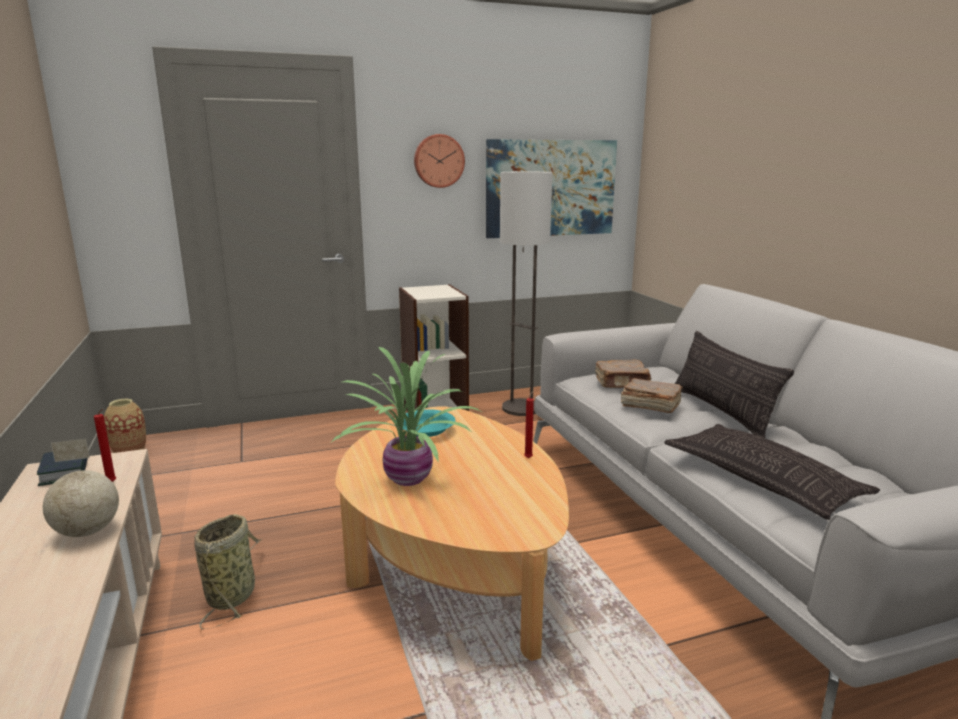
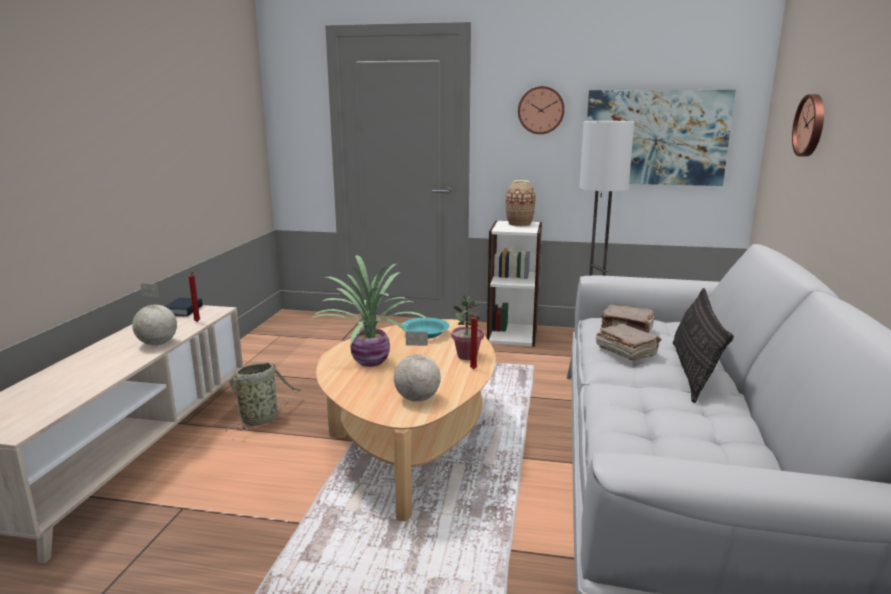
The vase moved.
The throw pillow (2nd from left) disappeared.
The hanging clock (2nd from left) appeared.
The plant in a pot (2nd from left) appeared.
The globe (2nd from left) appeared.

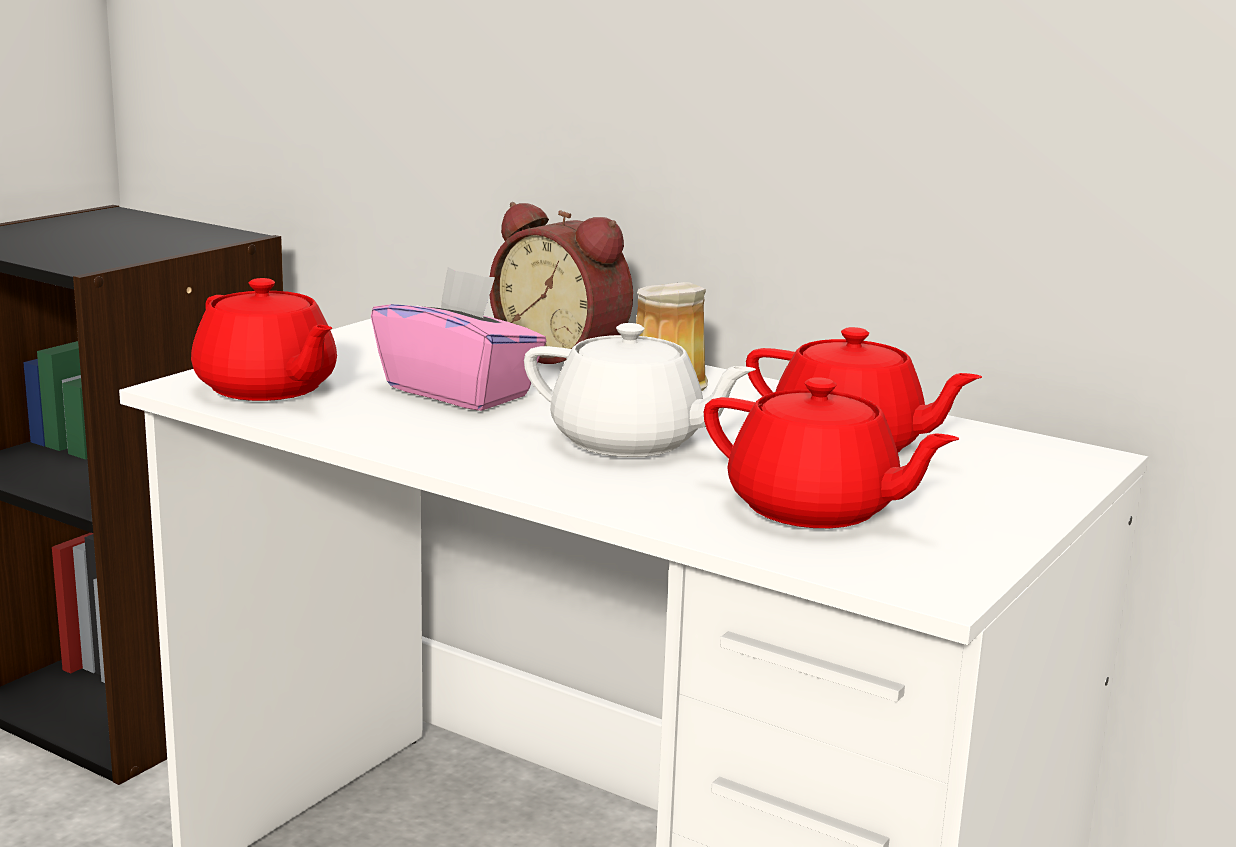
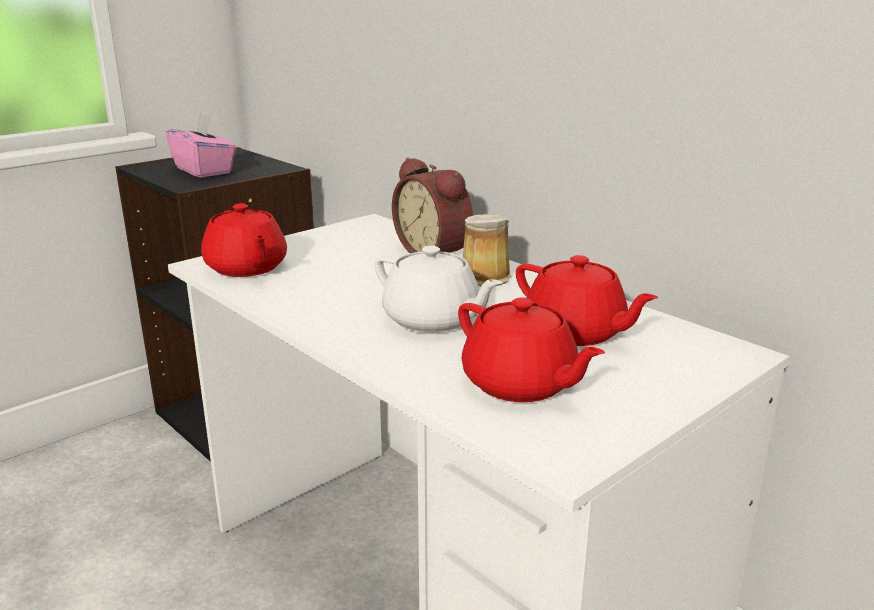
The tissue box in pinkish moved.

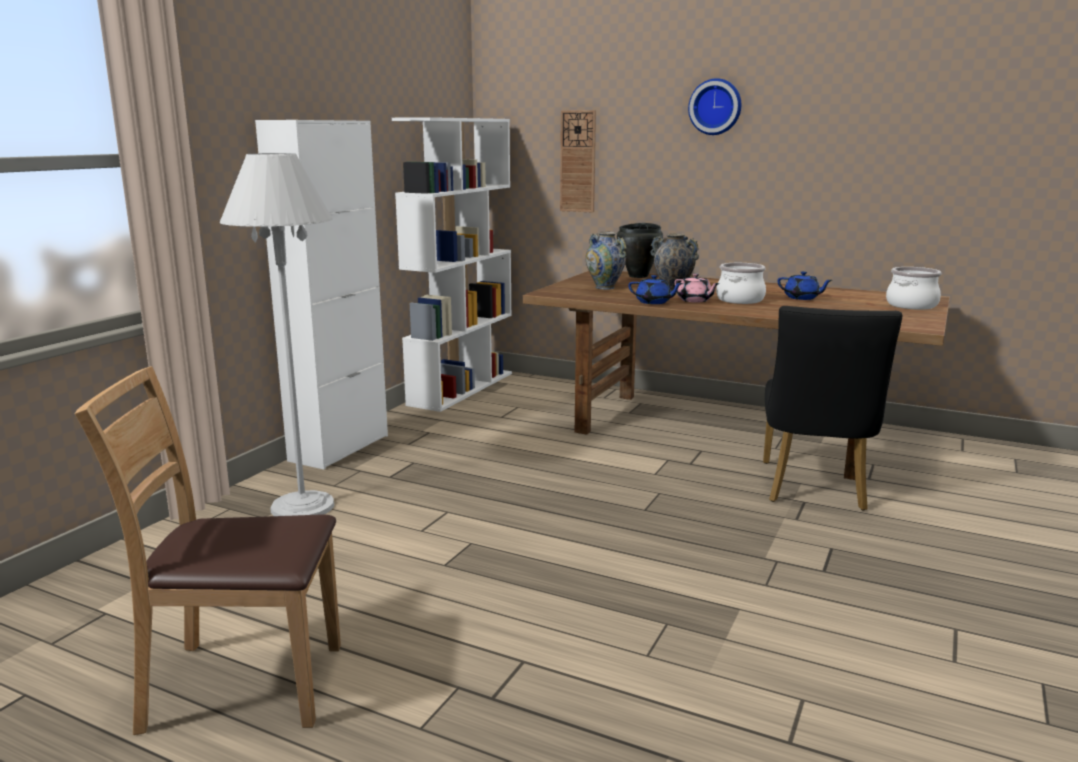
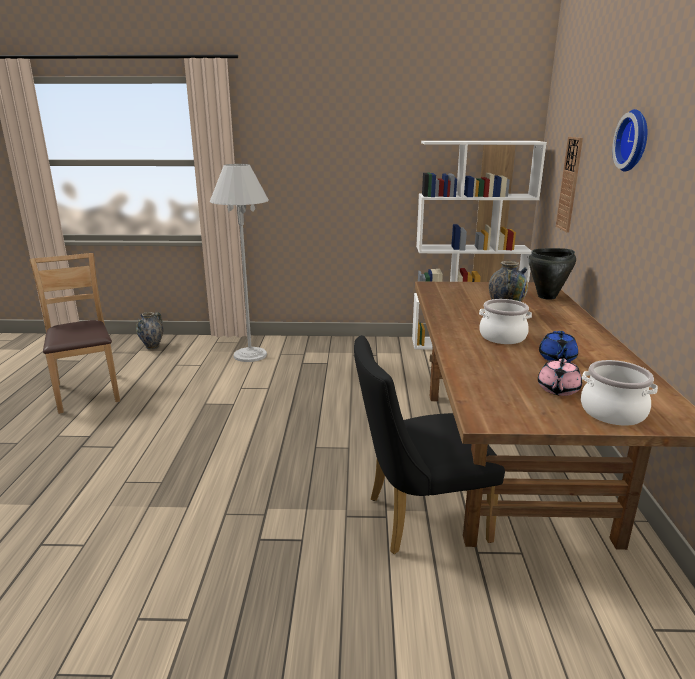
The storage cabinet in white disappeared.
The vase (1st from left) moved.
The tea pot in pinkish moved.
The tea pot in bluish (1st from left) disappeared.

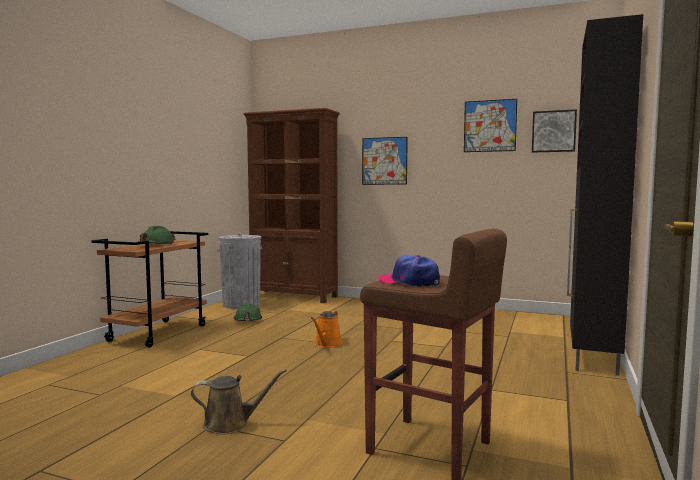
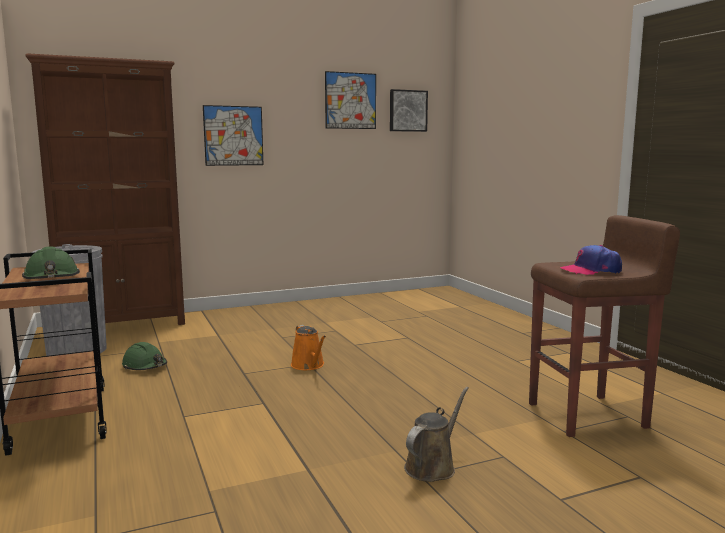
The storage cabinet in black disappeared.

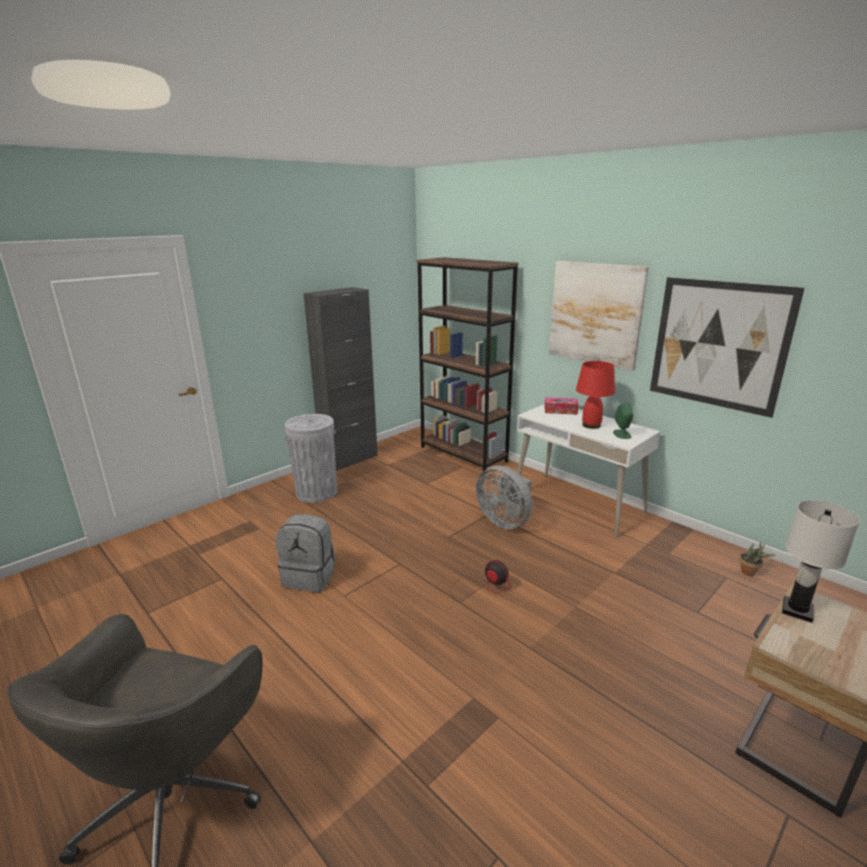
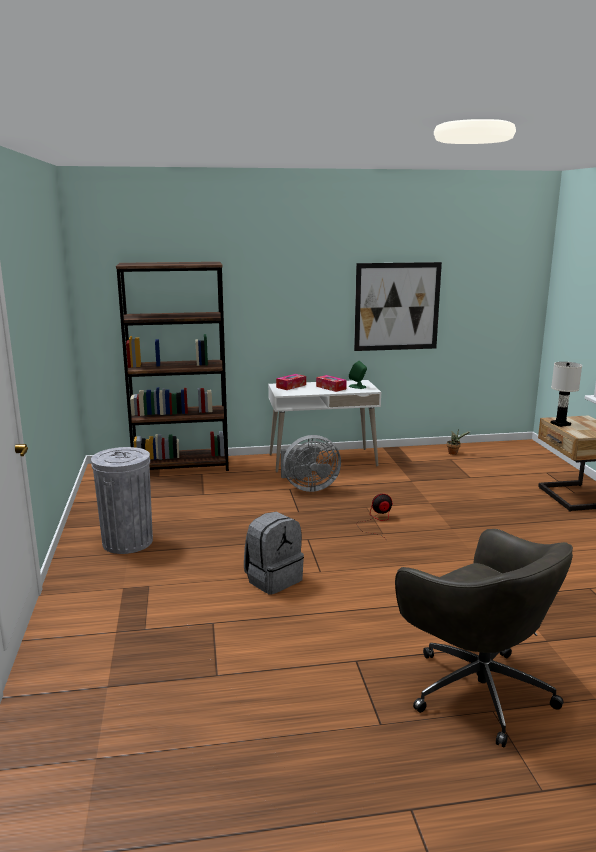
The wall art (1st from left) disappeared.
The storage cabinet in black disappeared.
The table lamp in red-coloured was replaced by the tissue box (2nd from left).

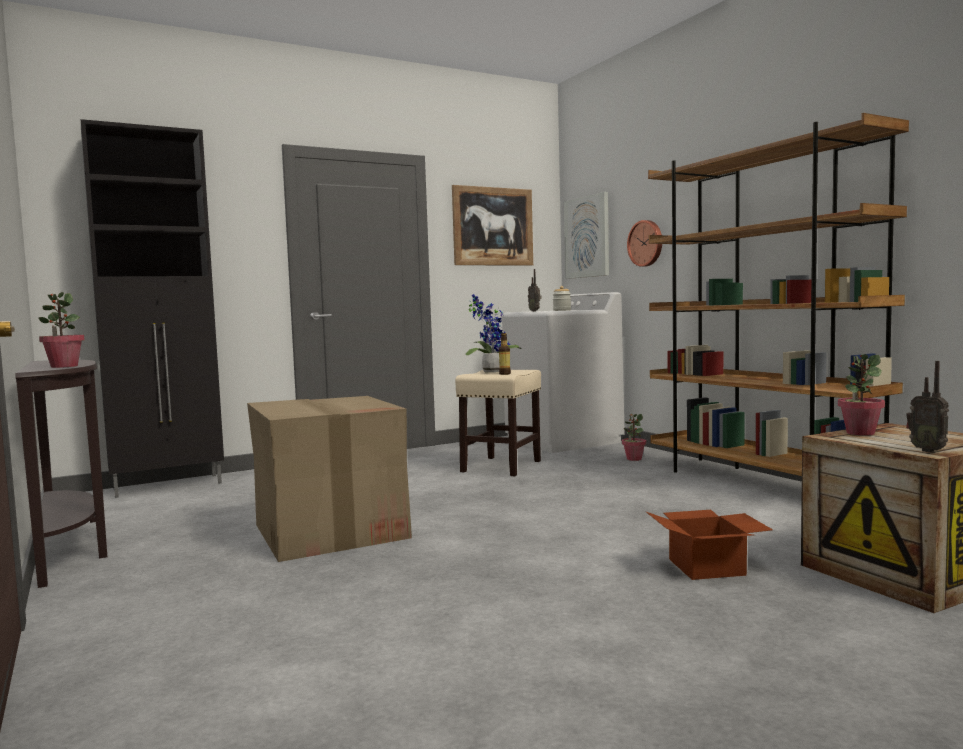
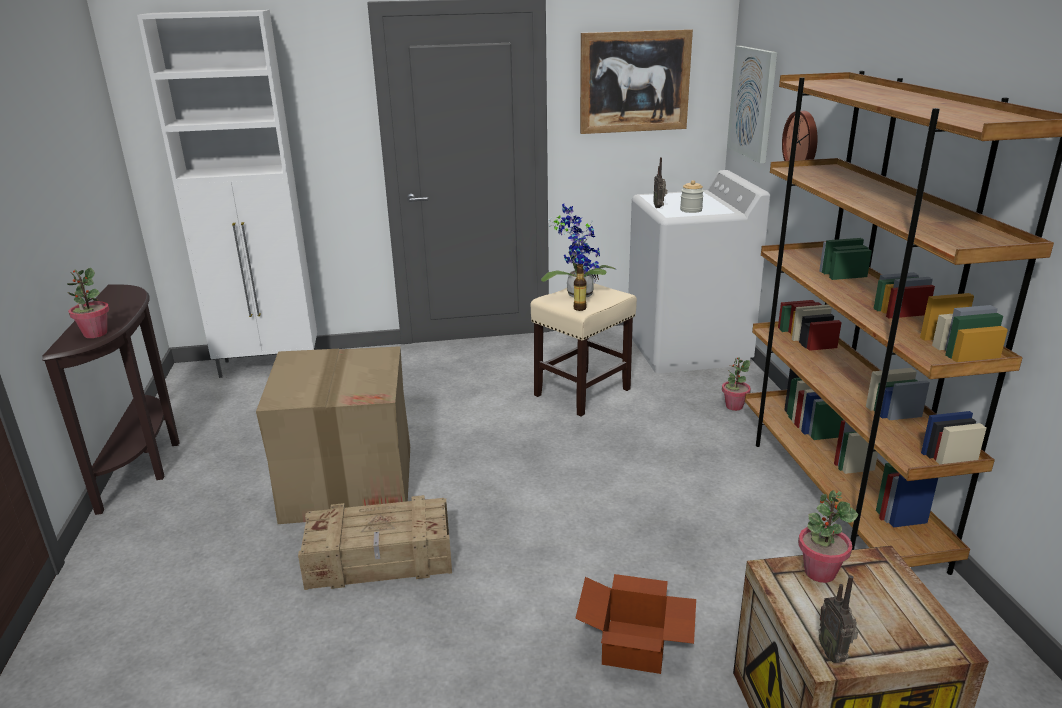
The storage cabinet in black became the storage cabinet in white.
The shipping crate (1st from left) appeared.

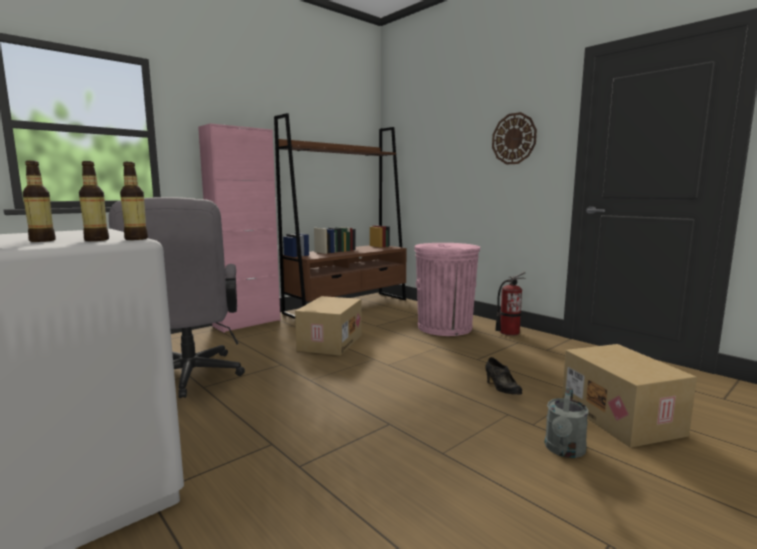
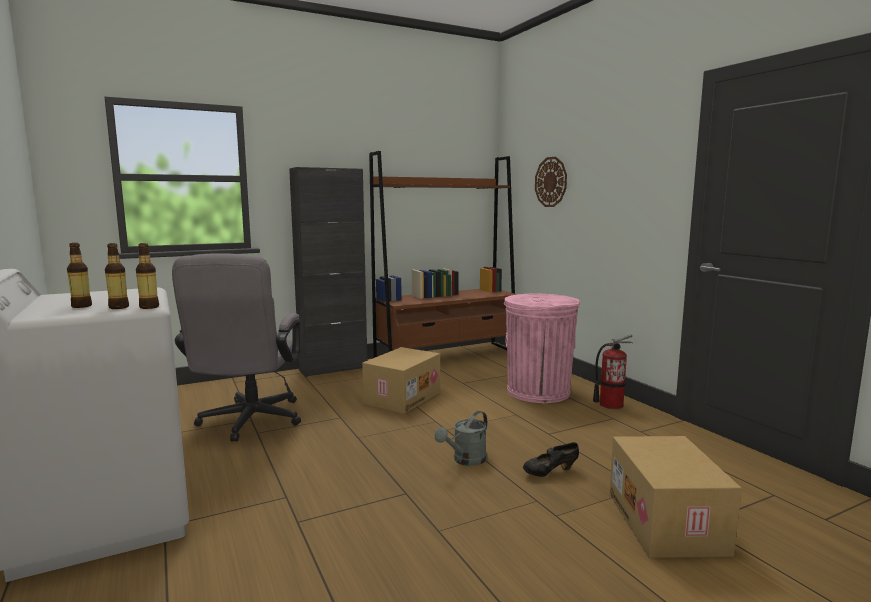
The hanging clock moved.
The storage cabinet in pinkish became the storage cabinet in black.
The item of footwear in black turned 75 degrees clockwise.
The sprinkling can in gray moved.

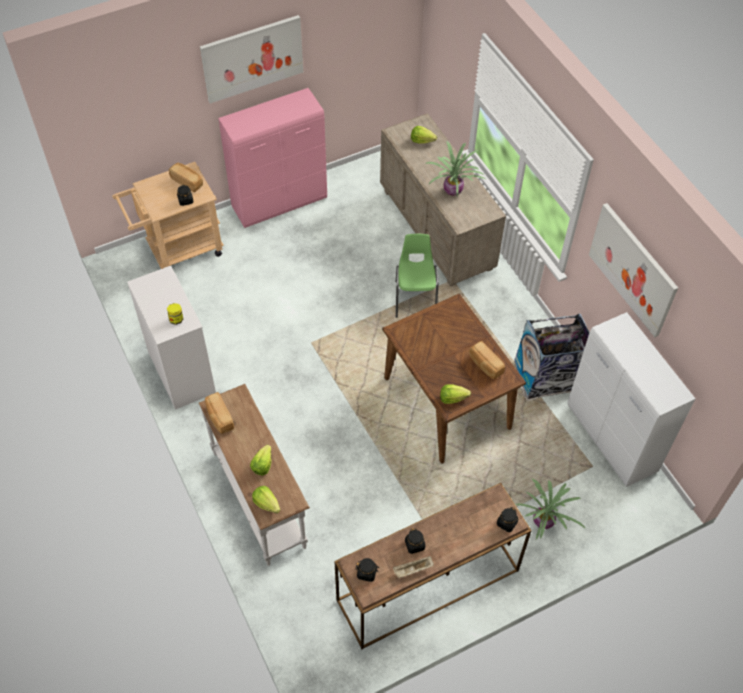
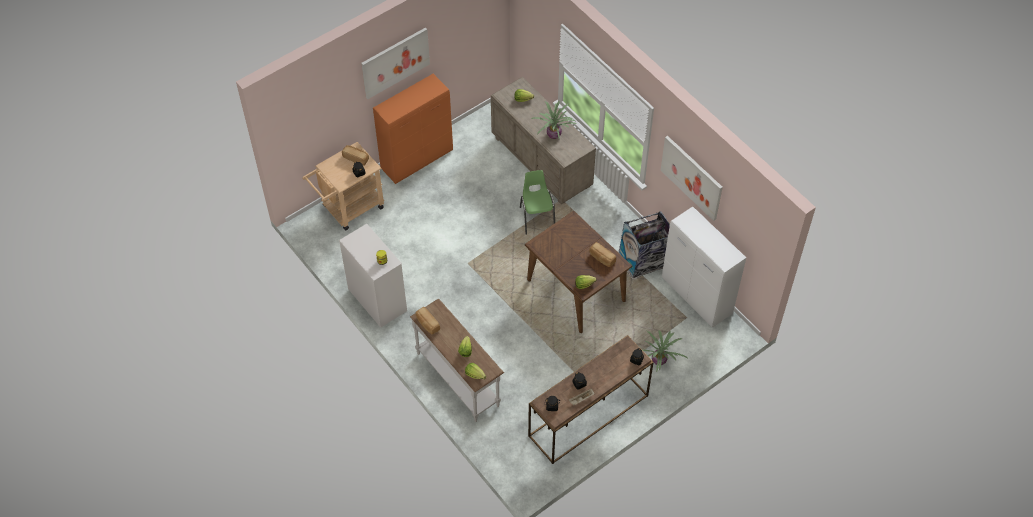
The storage cabinet in pinkish became the storage cabinet in orange.

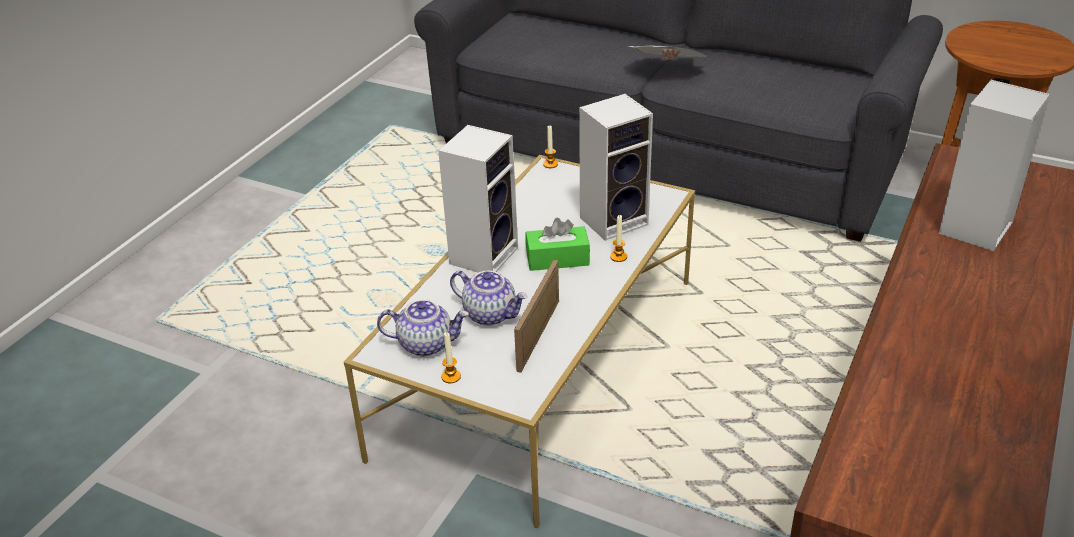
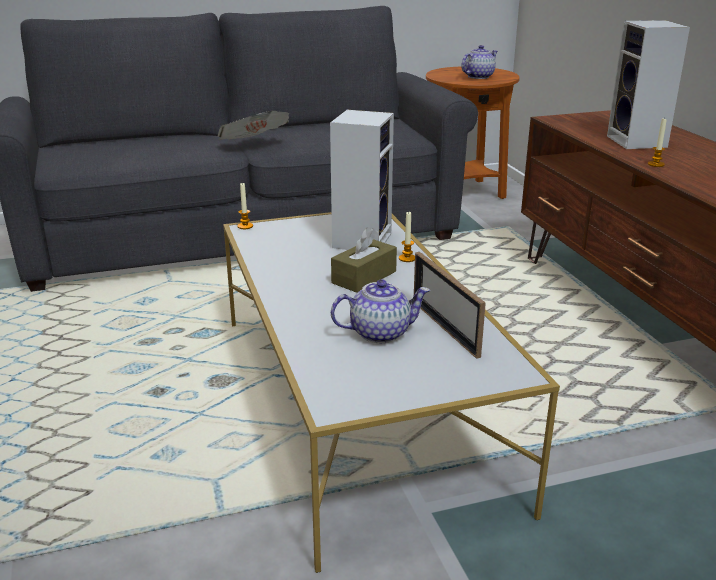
The audio speaker (1st from left) disappeared.
The tissue box in greenish became the tissue box in brown-coloured.
The tea pot (1st from left in the first image) moved.
The candle (1st from left in the first image) moved.

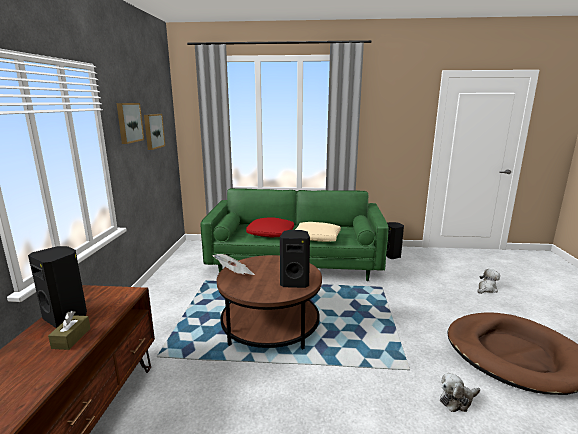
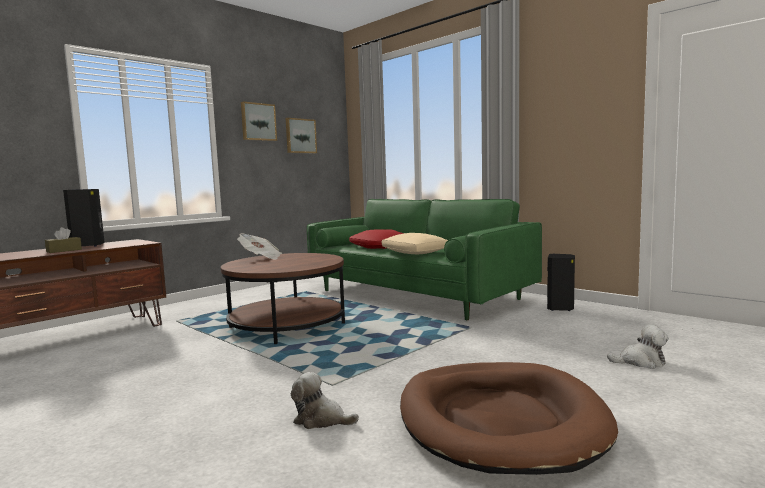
The audio speaker in black (2nd from left) disappeared.

